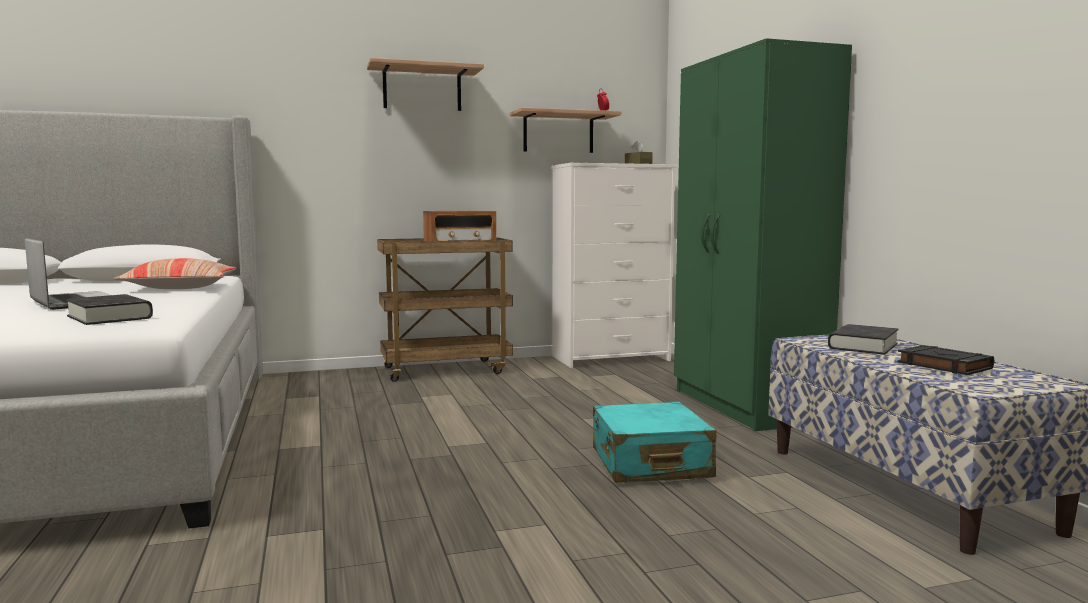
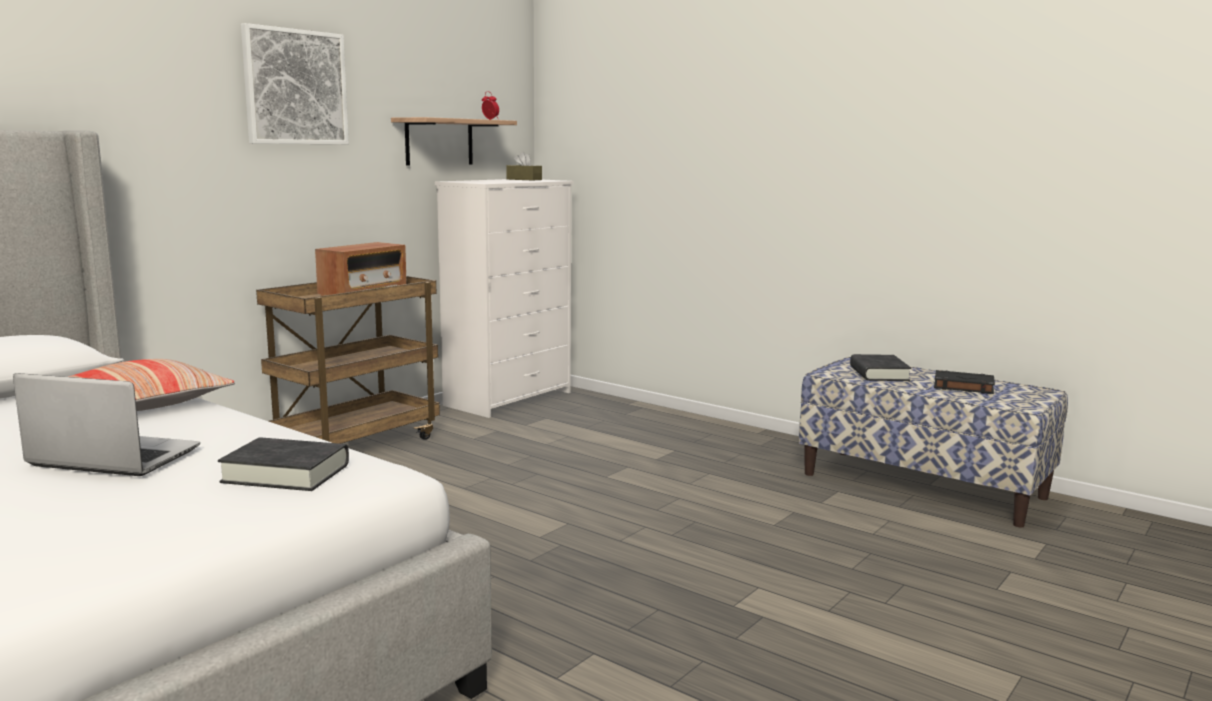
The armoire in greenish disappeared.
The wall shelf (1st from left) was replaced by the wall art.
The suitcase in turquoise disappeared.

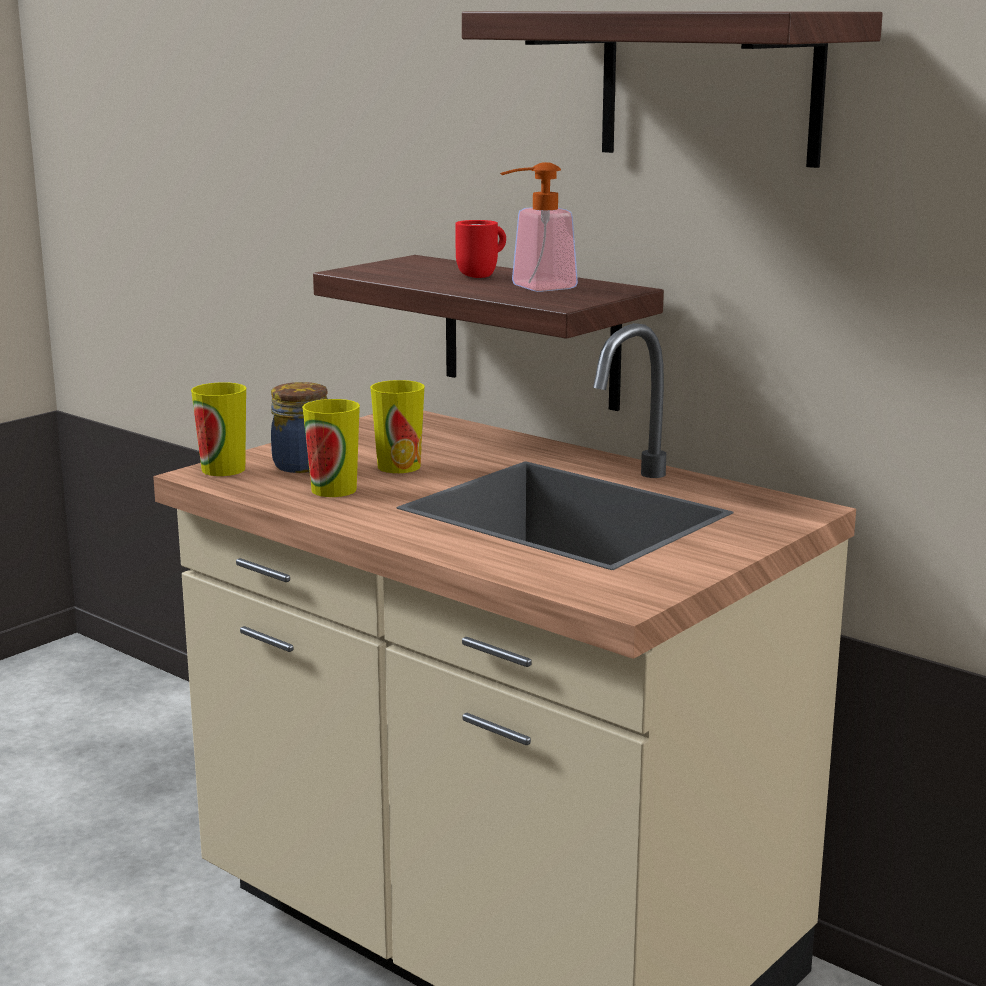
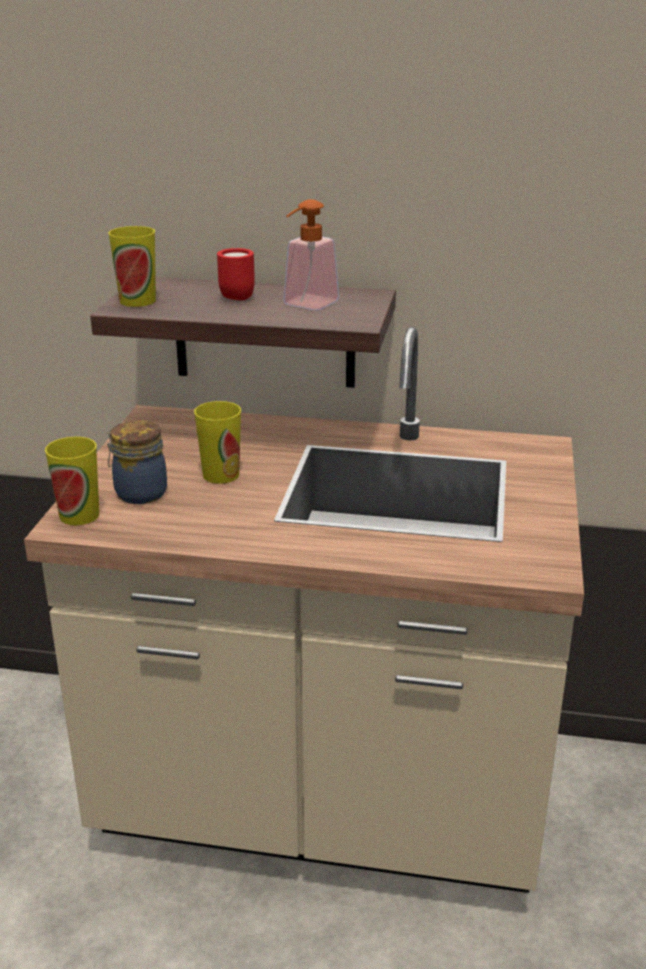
The wall shelf (2nd from left) disappeared.
The cup (2nd from left) moved.

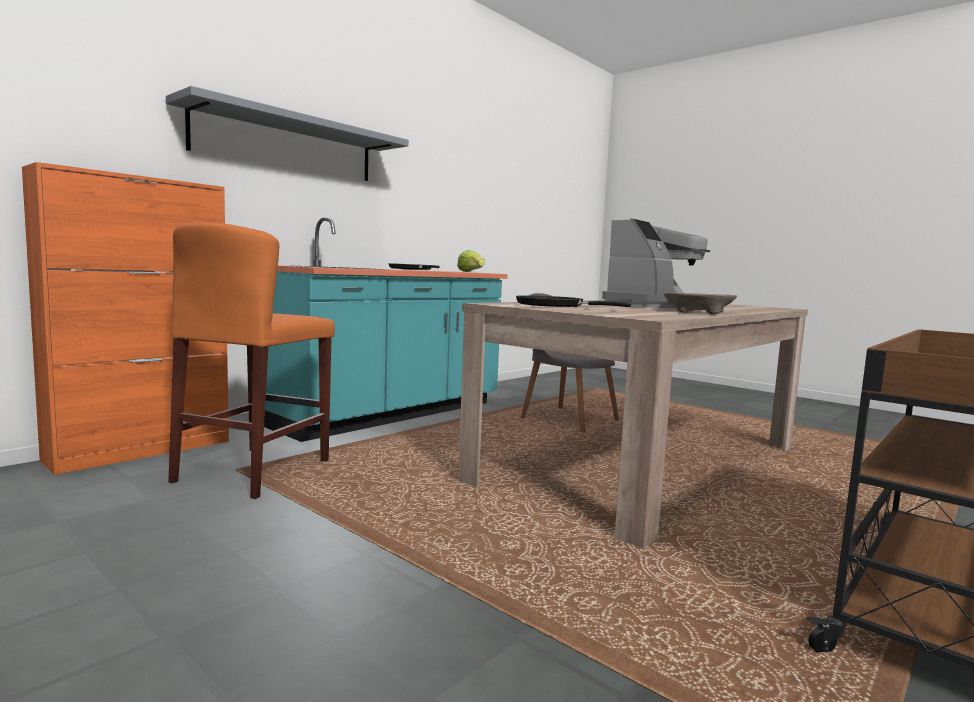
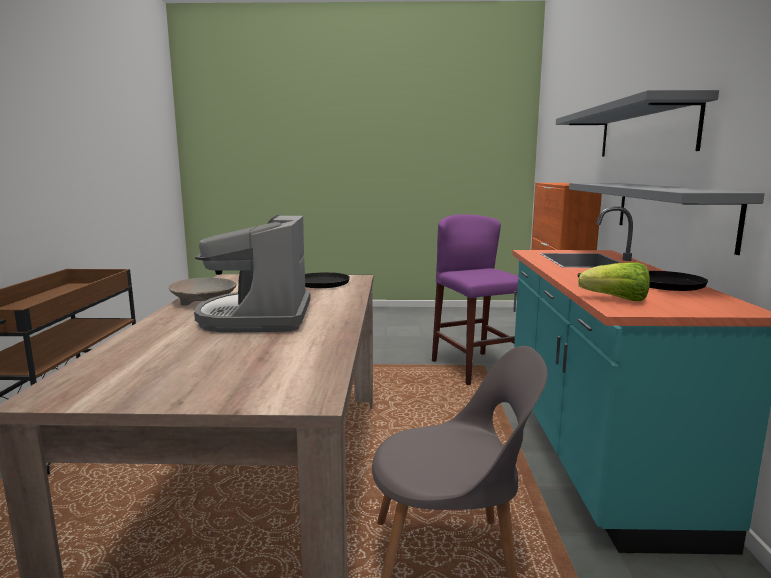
The stool in orange became the stool in purple-coloured.
The wall shelf in gray (2nd from left) appeared.

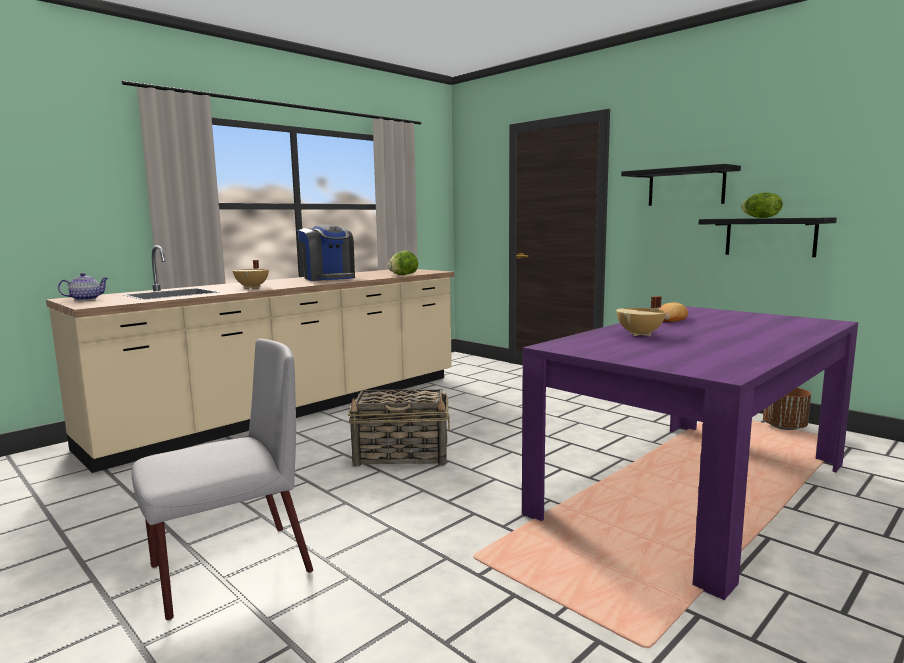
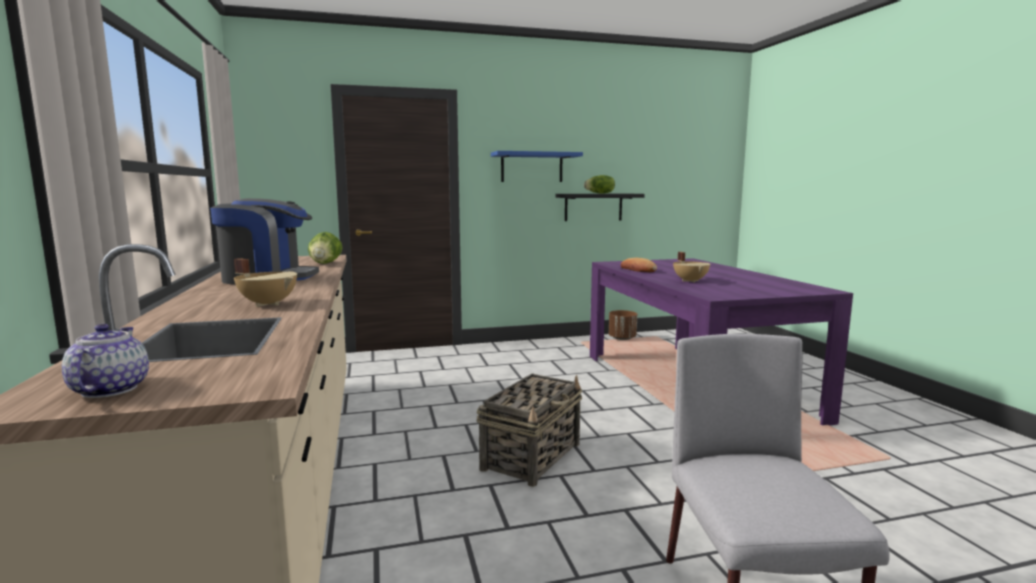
The wall shelf in black (1st from left) became the wall shelf in bluish.

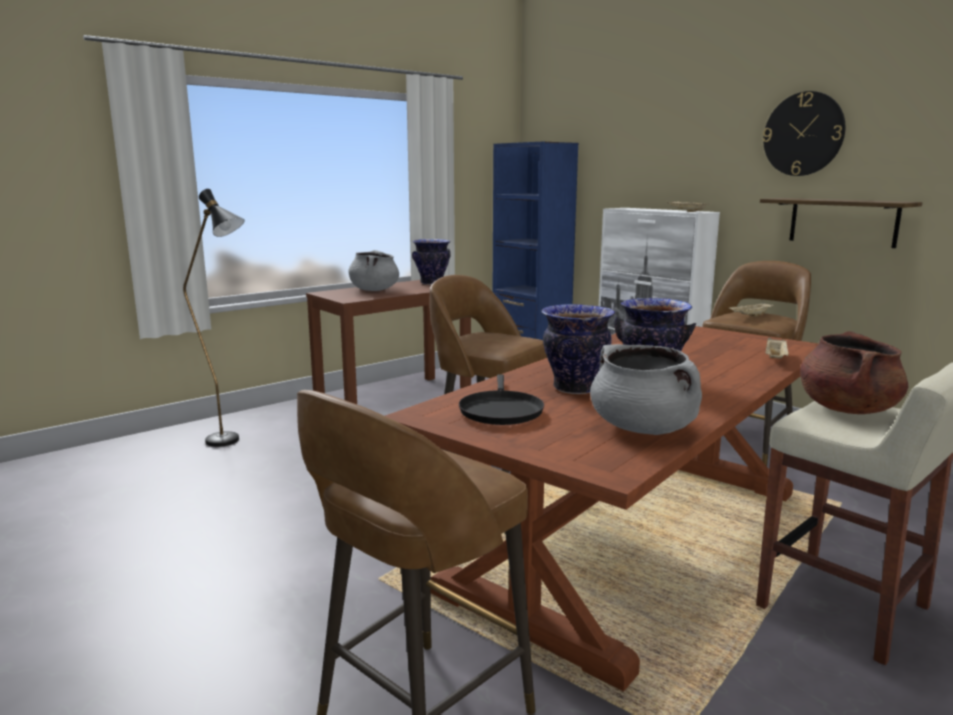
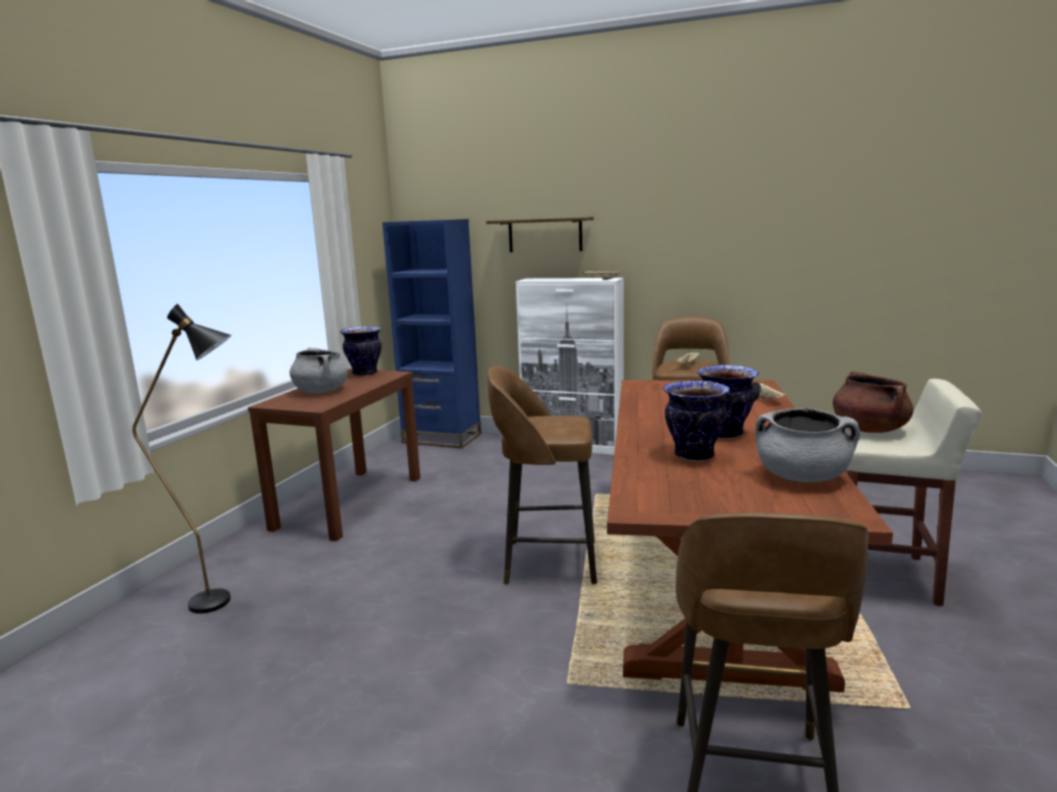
The hanging clock disappeared.
The wall shelf moved.
The pan in black disappeared.

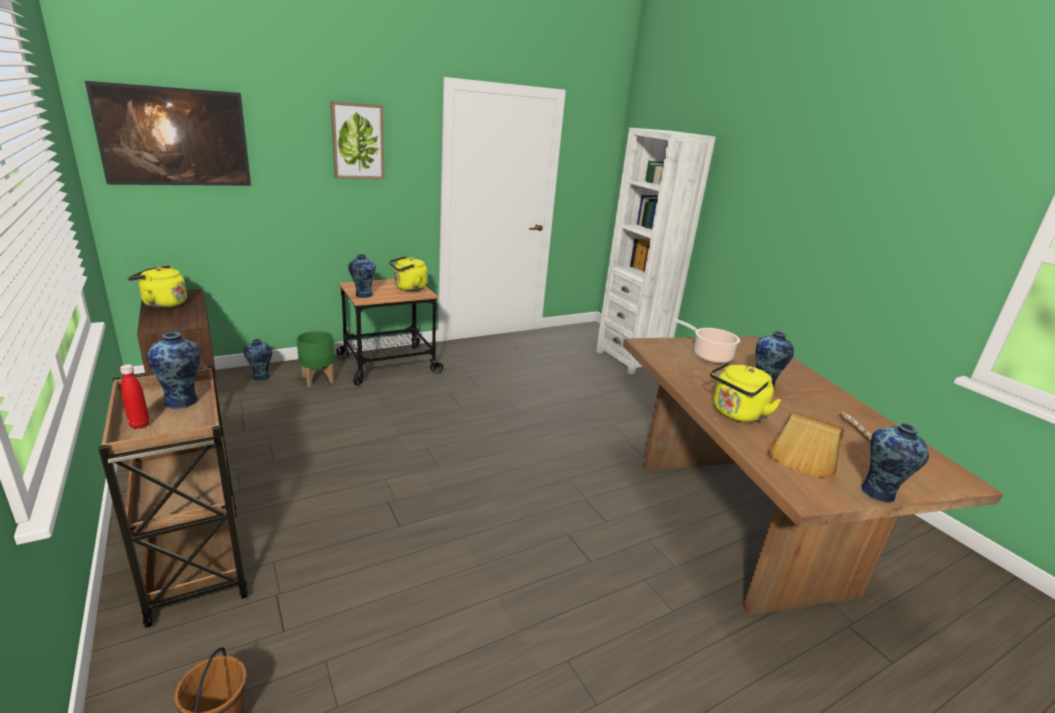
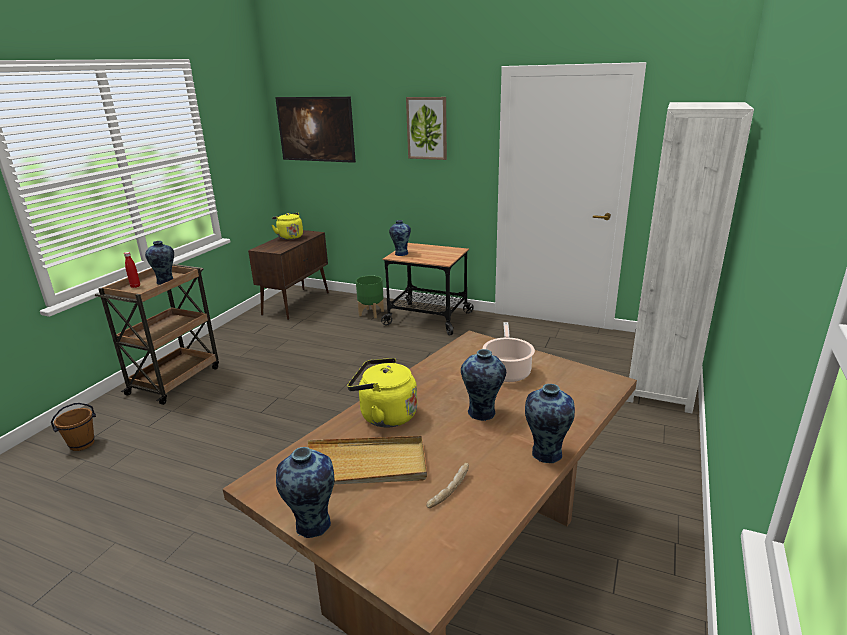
The kettle in yellow-coloured (2nd from left) disappeared.
The vase (2nd from left in the first image) moved.

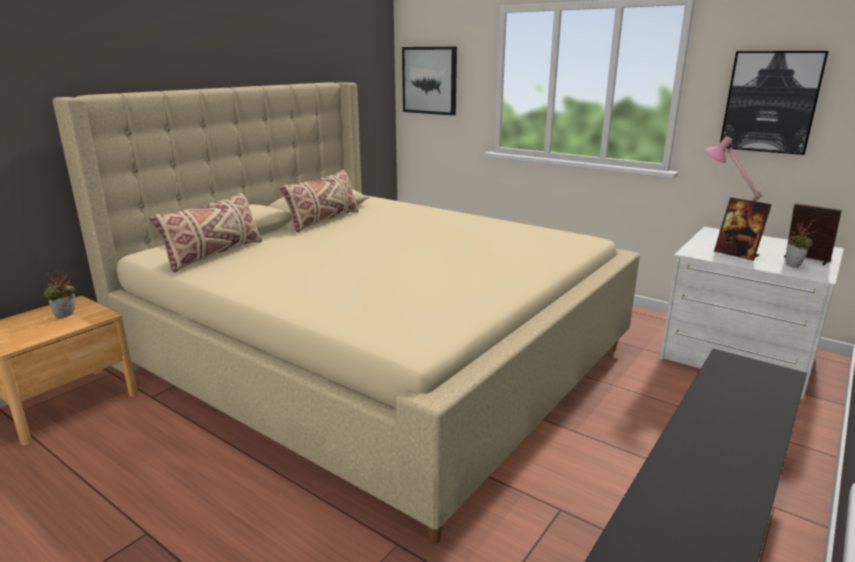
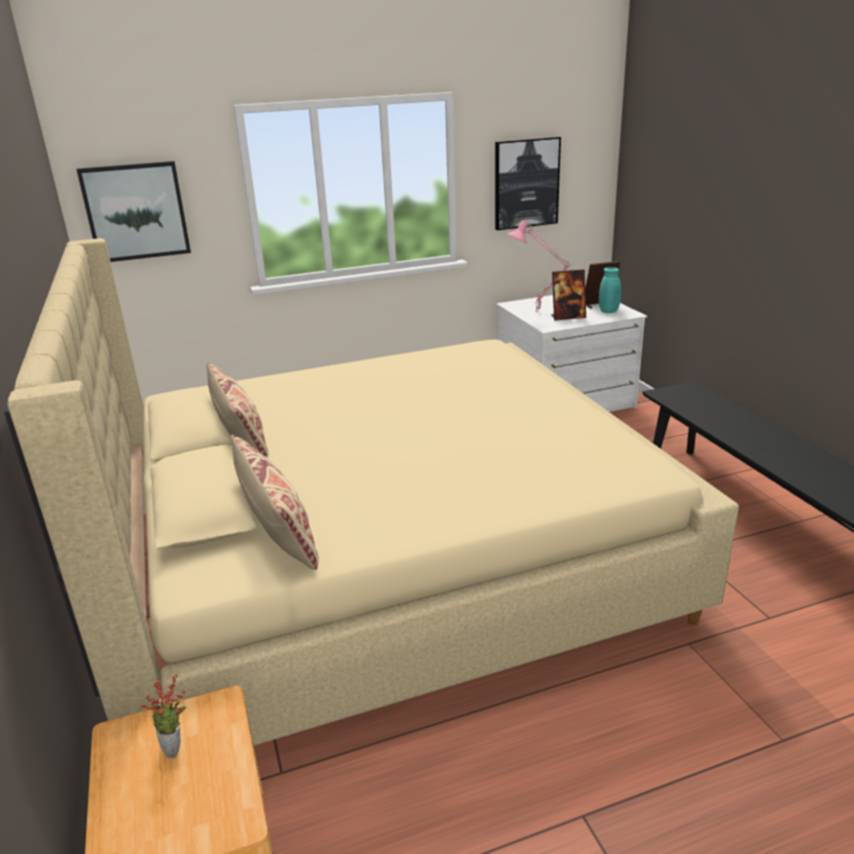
The plant in a pot (2nd from left) was replaced by the vase in turquoise.

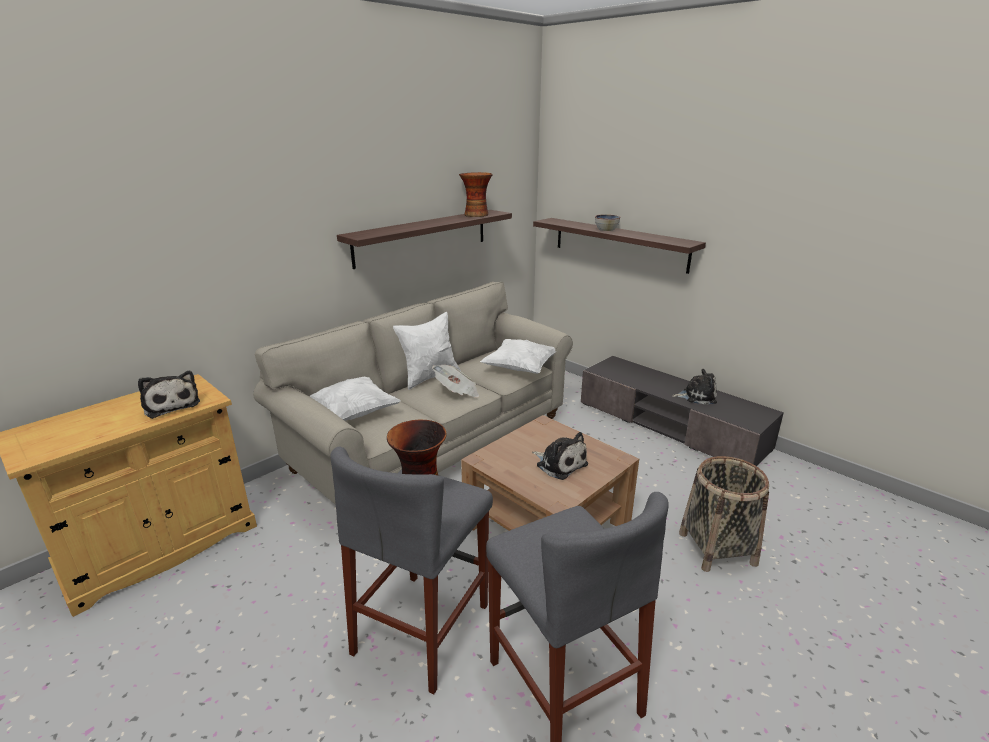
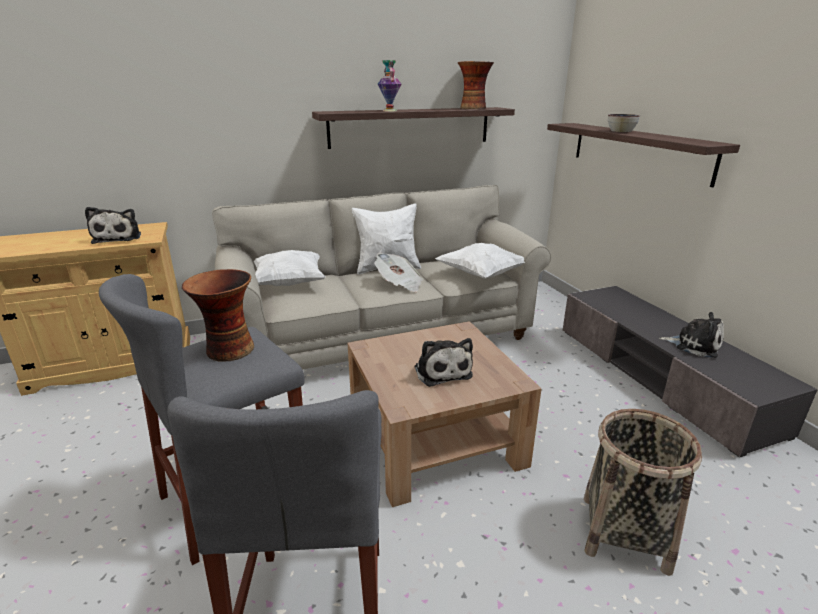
The vase (2nd from left) appeared.

